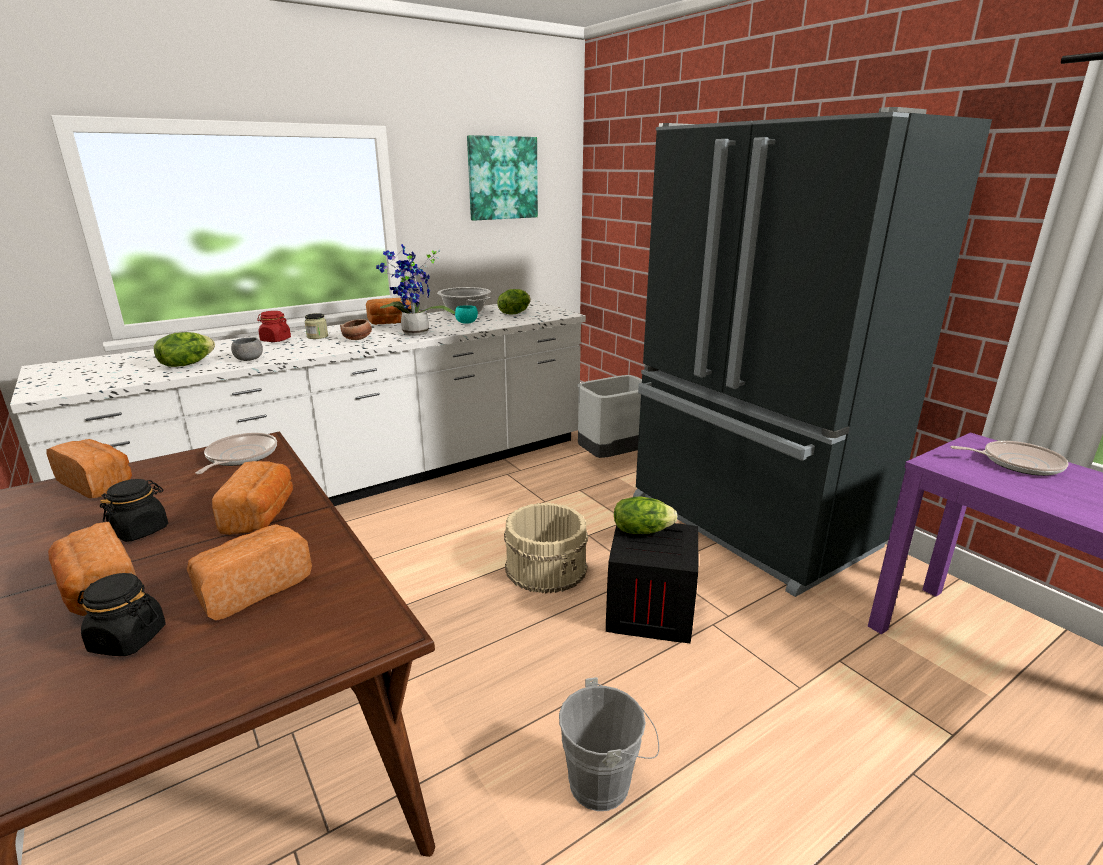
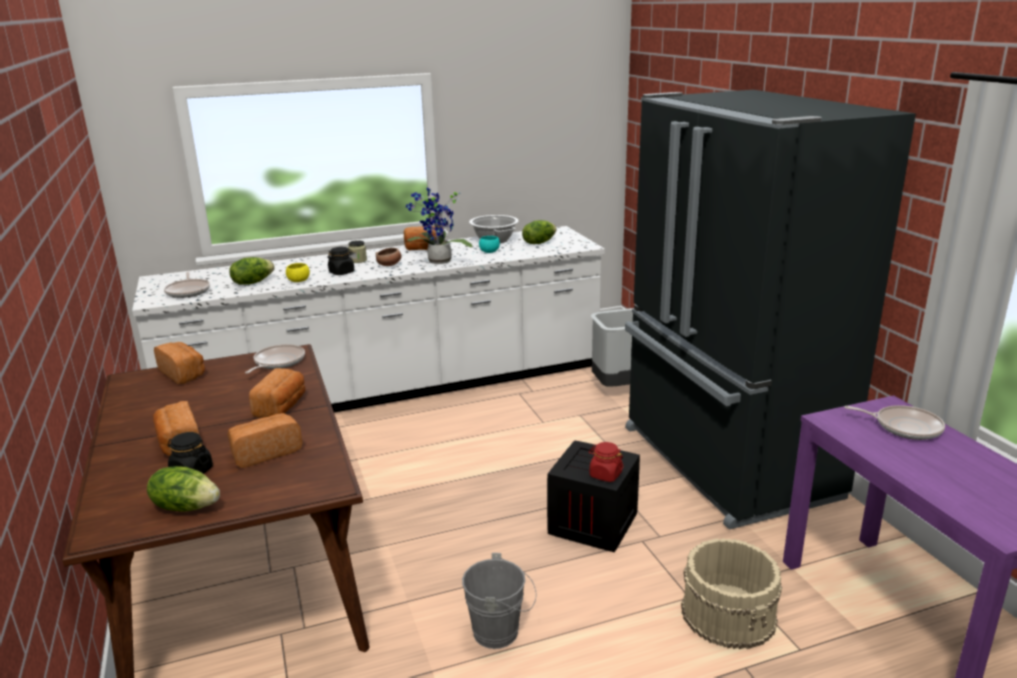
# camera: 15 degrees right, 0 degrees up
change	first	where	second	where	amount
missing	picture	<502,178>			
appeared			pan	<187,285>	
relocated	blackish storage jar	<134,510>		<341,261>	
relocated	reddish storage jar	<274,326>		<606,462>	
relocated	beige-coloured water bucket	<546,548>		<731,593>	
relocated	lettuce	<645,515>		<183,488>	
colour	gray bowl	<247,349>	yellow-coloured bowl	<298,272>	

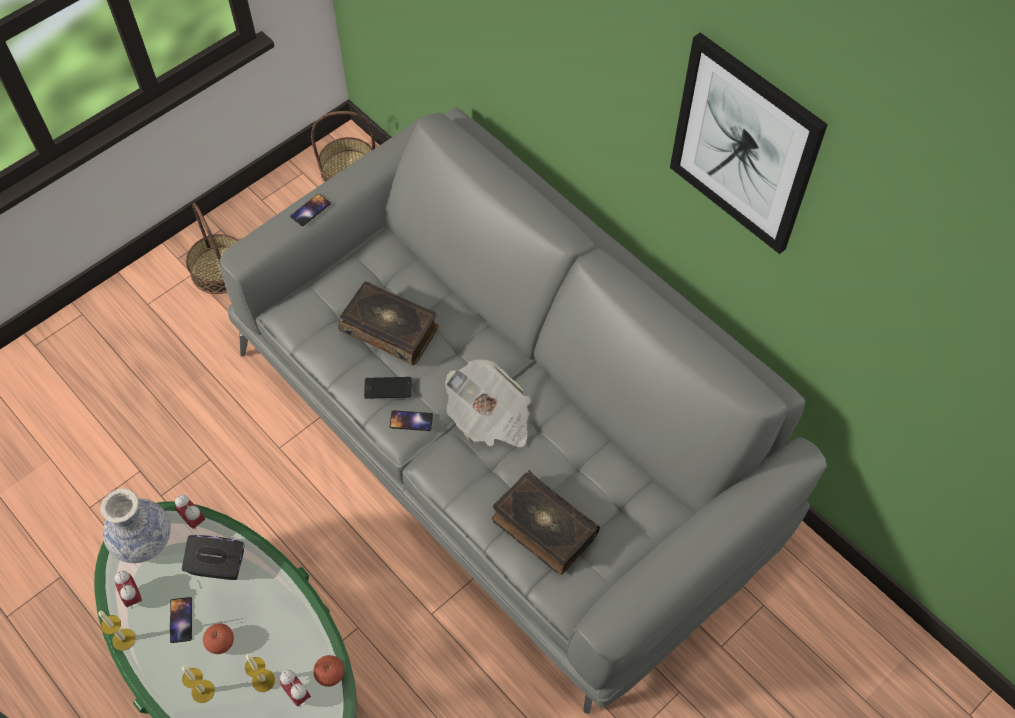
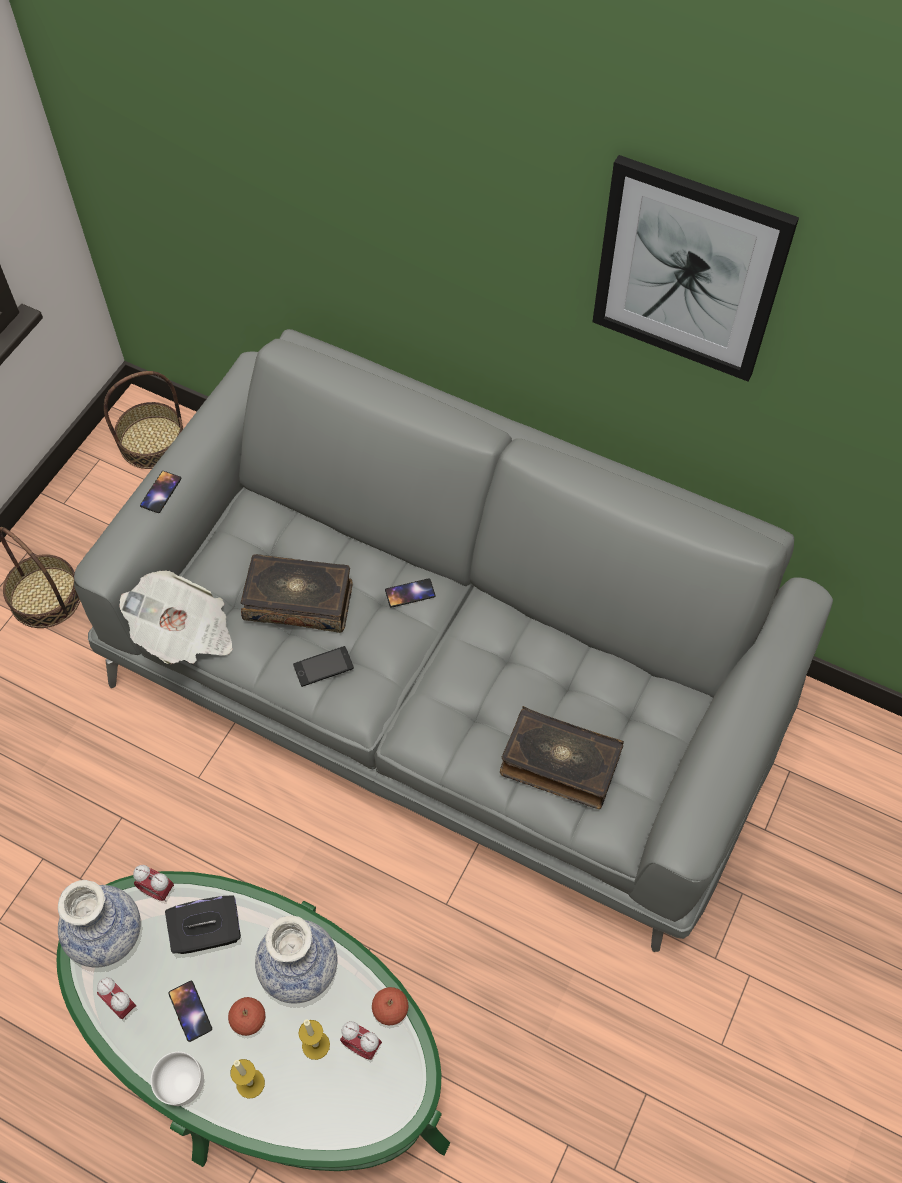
# camera: 20 degrees left, 0 degrees up
change	first	where	second	where	amount
missing	wax candle	<116,631>			
appeared			white bowl	<177,1079>	
appeared			flower vase	<296,959>	
relocated	telephone	<411,420>		<410,593>	
relocated	printed paper	<488,403>		<176,617>	

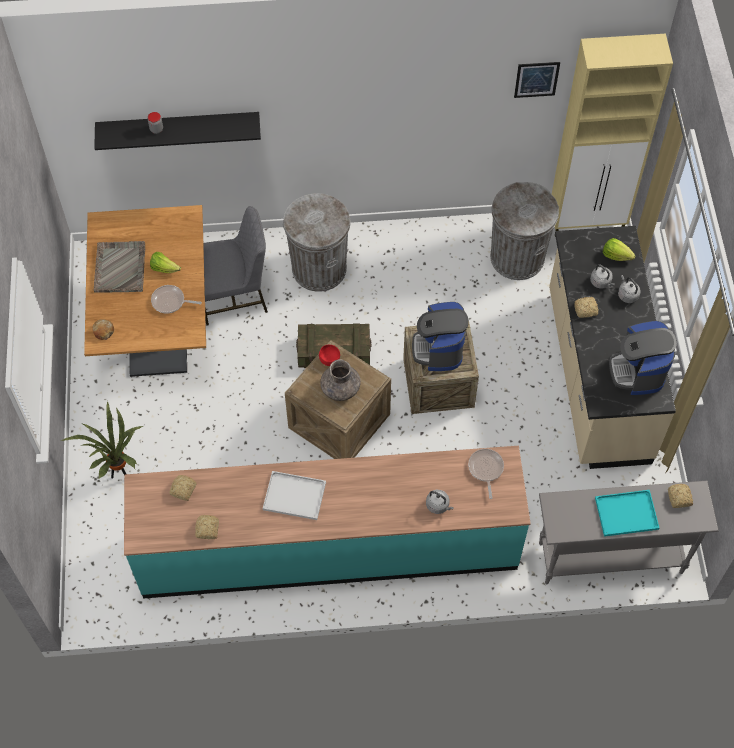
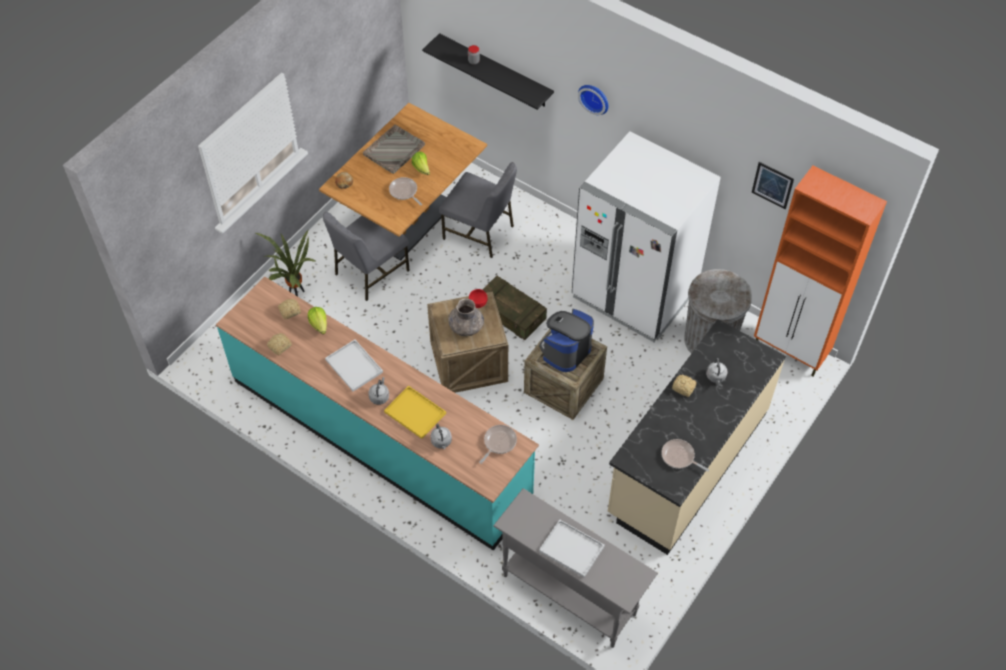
# camera: 40 degrees right, 5 degrees down
change	first	where	second	where	amount
missing	gray waste bin	<316,242>			
missing	bakery bread	<680,496>			
appeared			gray upright chair	<366,256>	
appeared			yellow-coloured serving tray	<415,412>	
appeared			white kitchen fridge	<646,236>	
appeared			wall clock	<593,100>	
relocated	lettuce	<619,249>		<317,320>	
relocated	gray kettle	<629,289>		<378,391>	
exchanged	coffee machine	<643,358>	pan	<685,455>	
colour	beige-coloured storage cabinet	<612,132>	orange-coloured storage cabinet	<820,271>	
colour	turquoise-coloured serving tray	<627,513>	white serving tray	<572,548>	

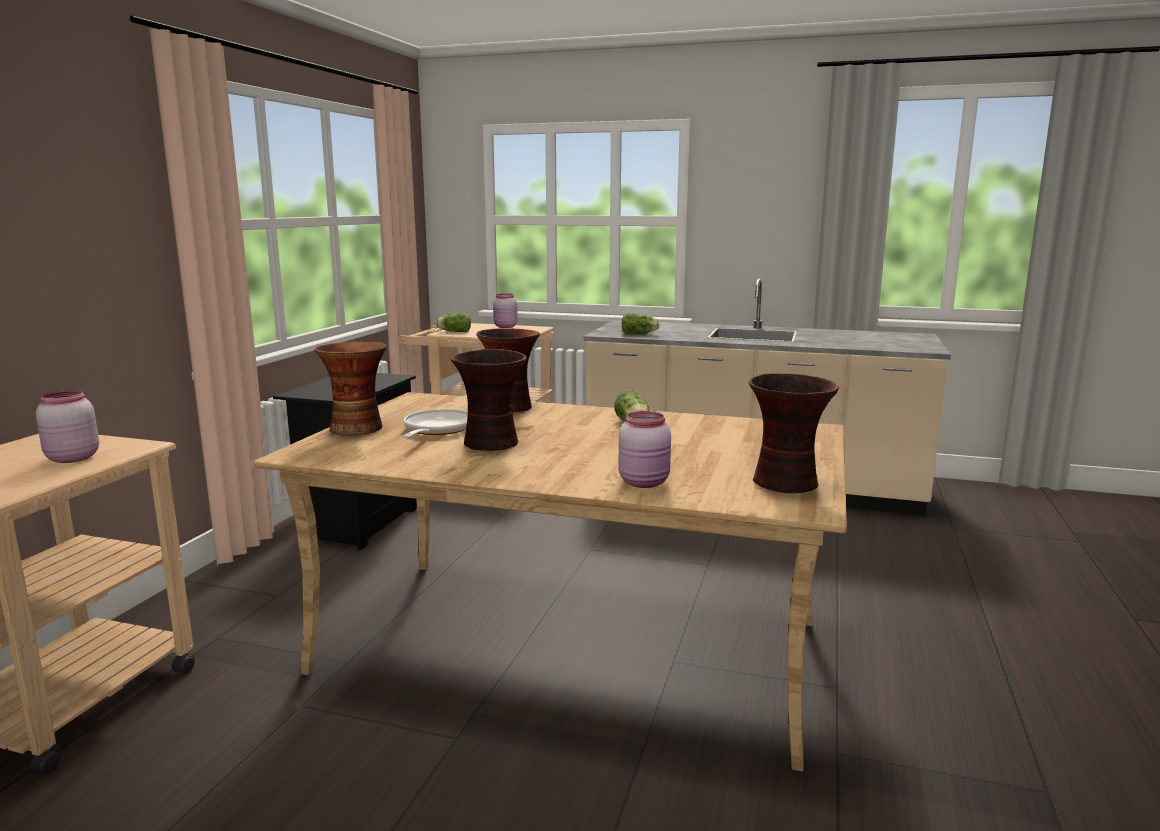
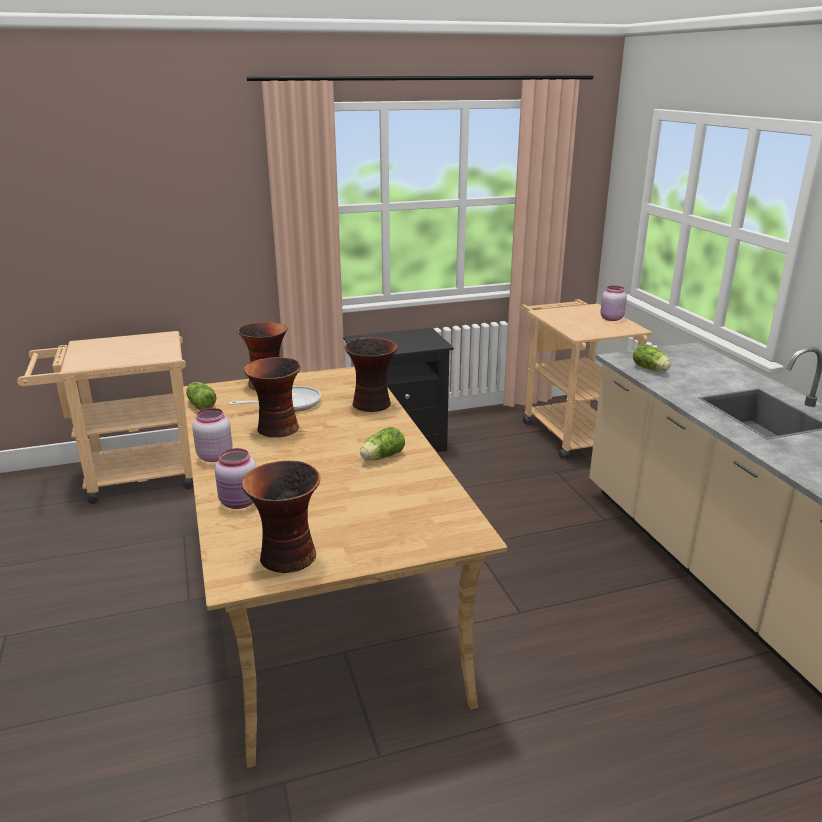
# camera: 55 degrees right, 10 degrees up
change	first	where	second	where	amount
relocated	pink storage jar	<67,426>		<212,435>	
relocated	lettuce	<453,322>		<201,396>	

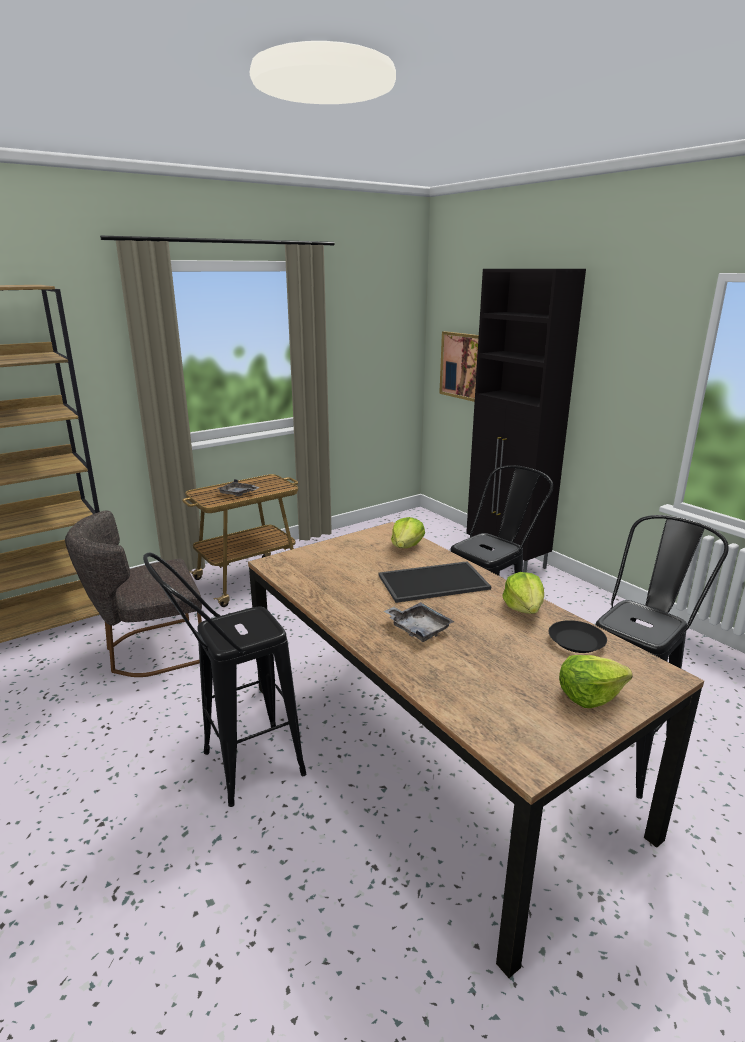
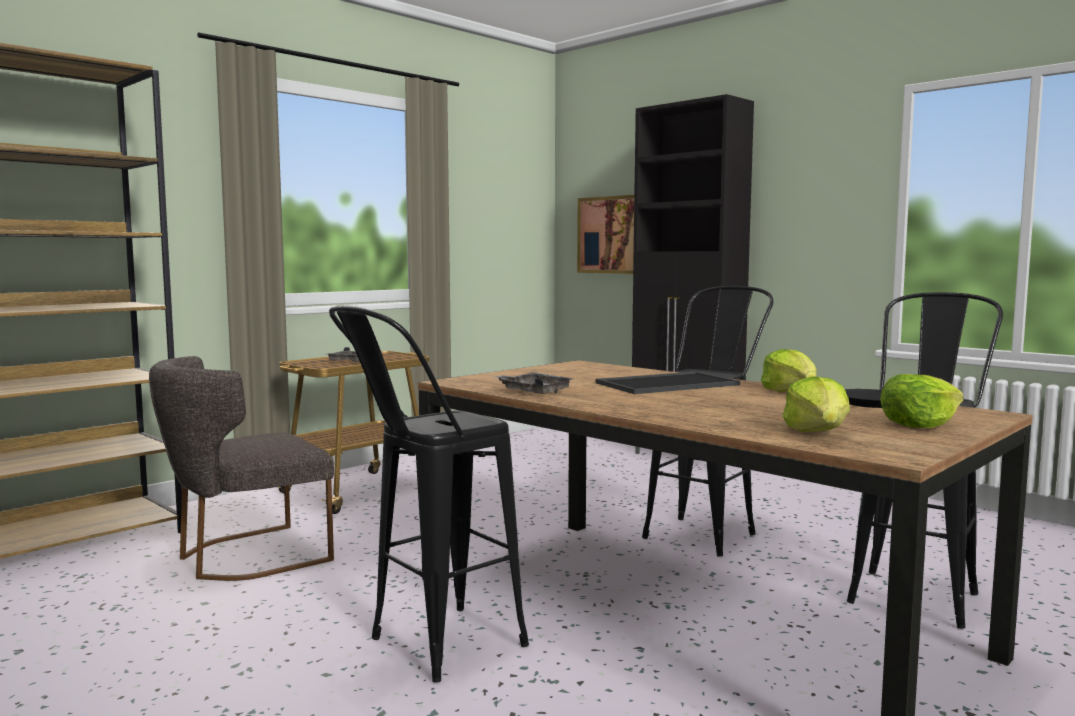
# camera: 10 degrees left, 15 degrees down
change	first	where	second	where	amount
relocated	gray serving tray	<419,622>		<534,383>	
relocated	lettuce	<408,532>		<816,404>	

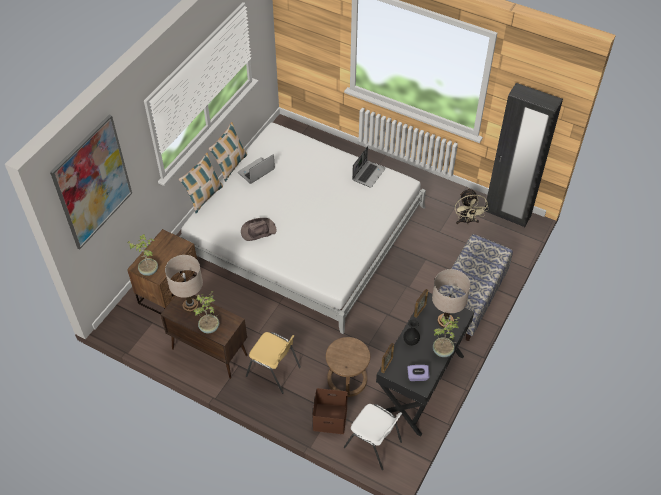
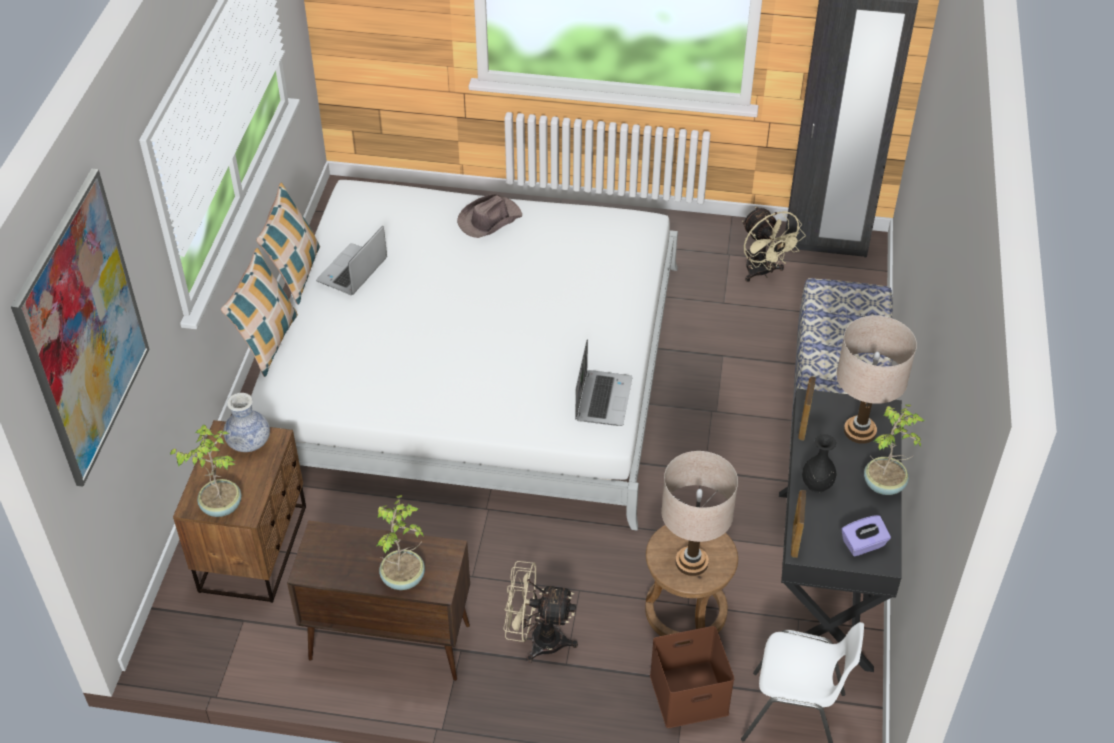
# camera: 20 degrees left, 5 degrees down
change	first	where	second	where	amount
appeared			flower vase	<246,422>	
relocated	beige-coloured lamp for a table	<184,284>		<699,513>	
relocated	brown-coloured wearable hat	<258,229>		<489,216>	
relocated	notebook computer	<368,167>		<603,382>	
exchanged	yellow-coloured upright chair	<273,363>	beige-coloured electric fan	<540,612>	

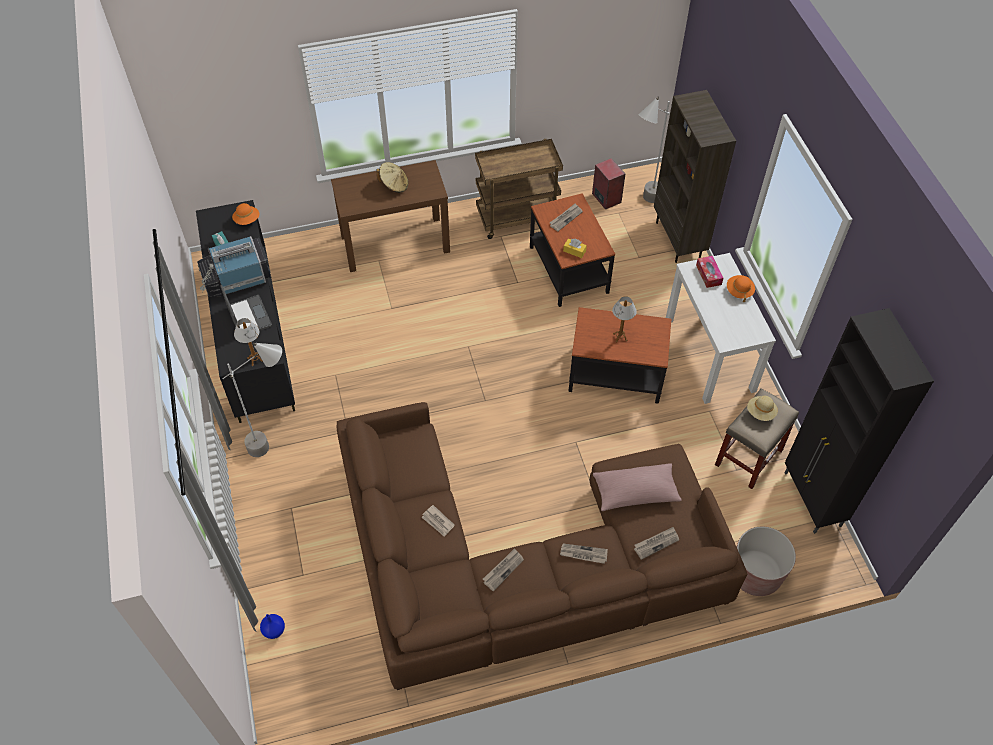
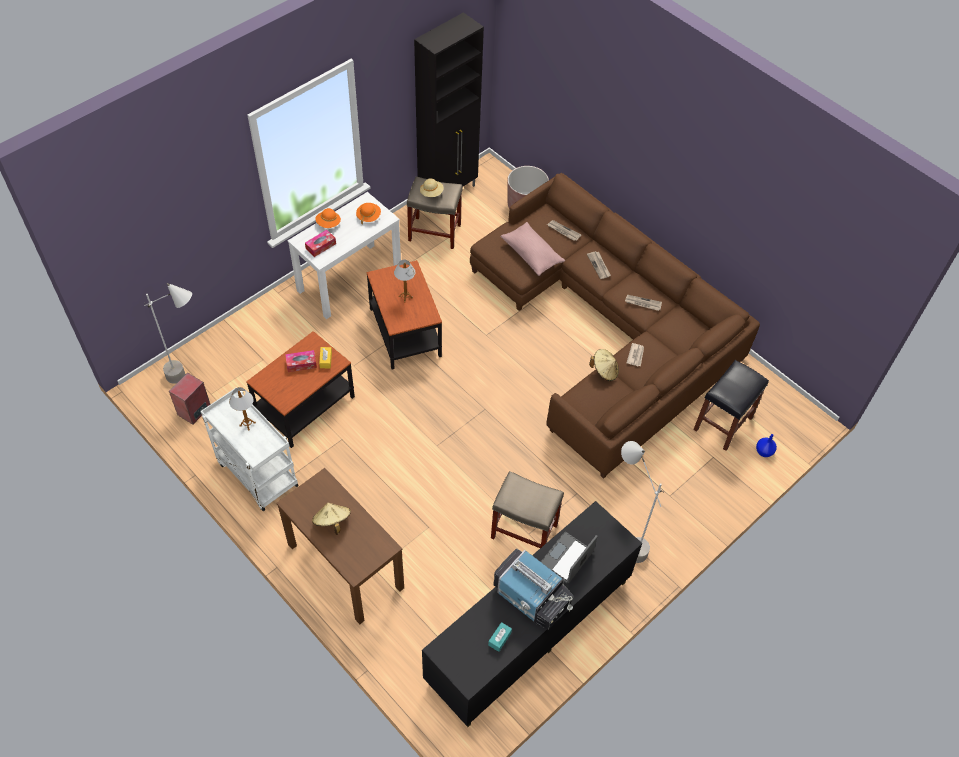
# camera: 120 degrees left, 0 degrees up
change	first	where	second	where	amount
missing	printed paper	<566,217>			
missing	brown-coloured bookcase	<695,176>			
appeared			tissue holder	<301,361>	
appeared			beige-coloured stool seat	<527,509>	
appeared			beige-coloured wearable hat	<604,365>	
appeared			blackish stool seat	<731,405>	
relocated	orange-coloured wearable hat	<245,214>		<368,214>	
relocated	lamp for a table	<248,342>		<242,409>	
colour	brown-coloured cart	<519,189>	white cart	<250,449>	

